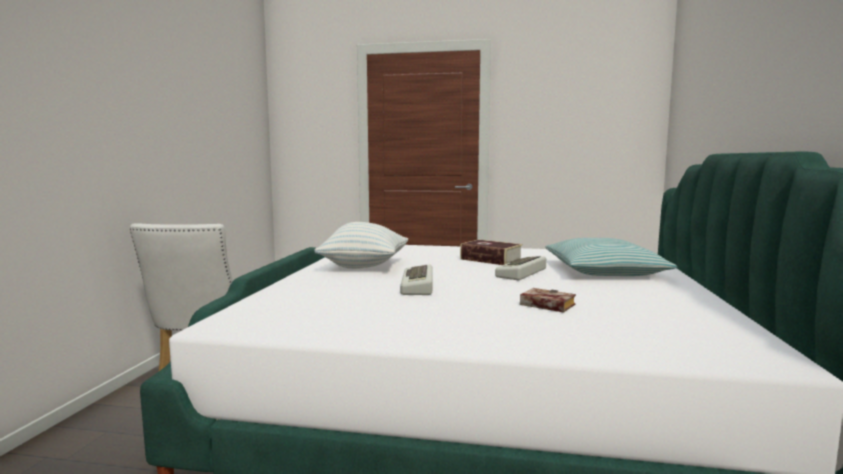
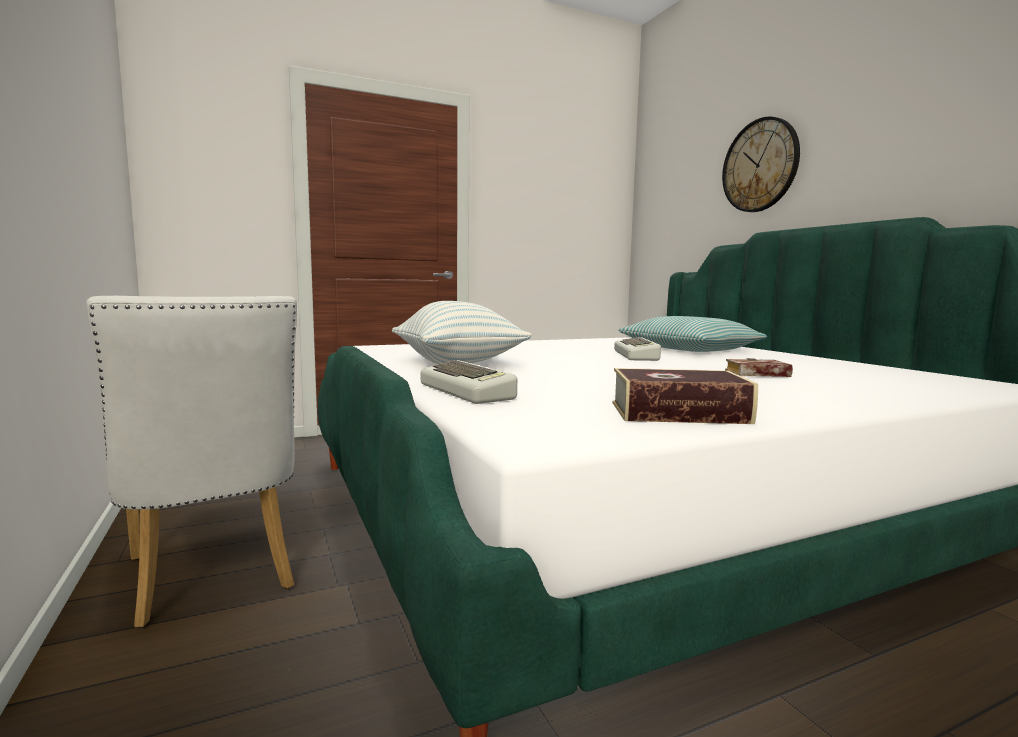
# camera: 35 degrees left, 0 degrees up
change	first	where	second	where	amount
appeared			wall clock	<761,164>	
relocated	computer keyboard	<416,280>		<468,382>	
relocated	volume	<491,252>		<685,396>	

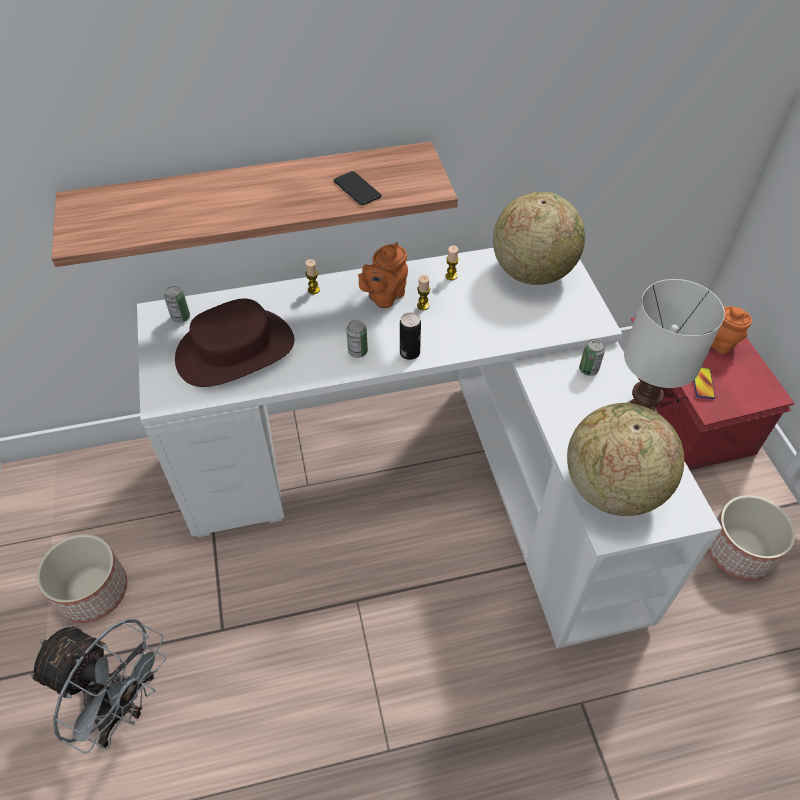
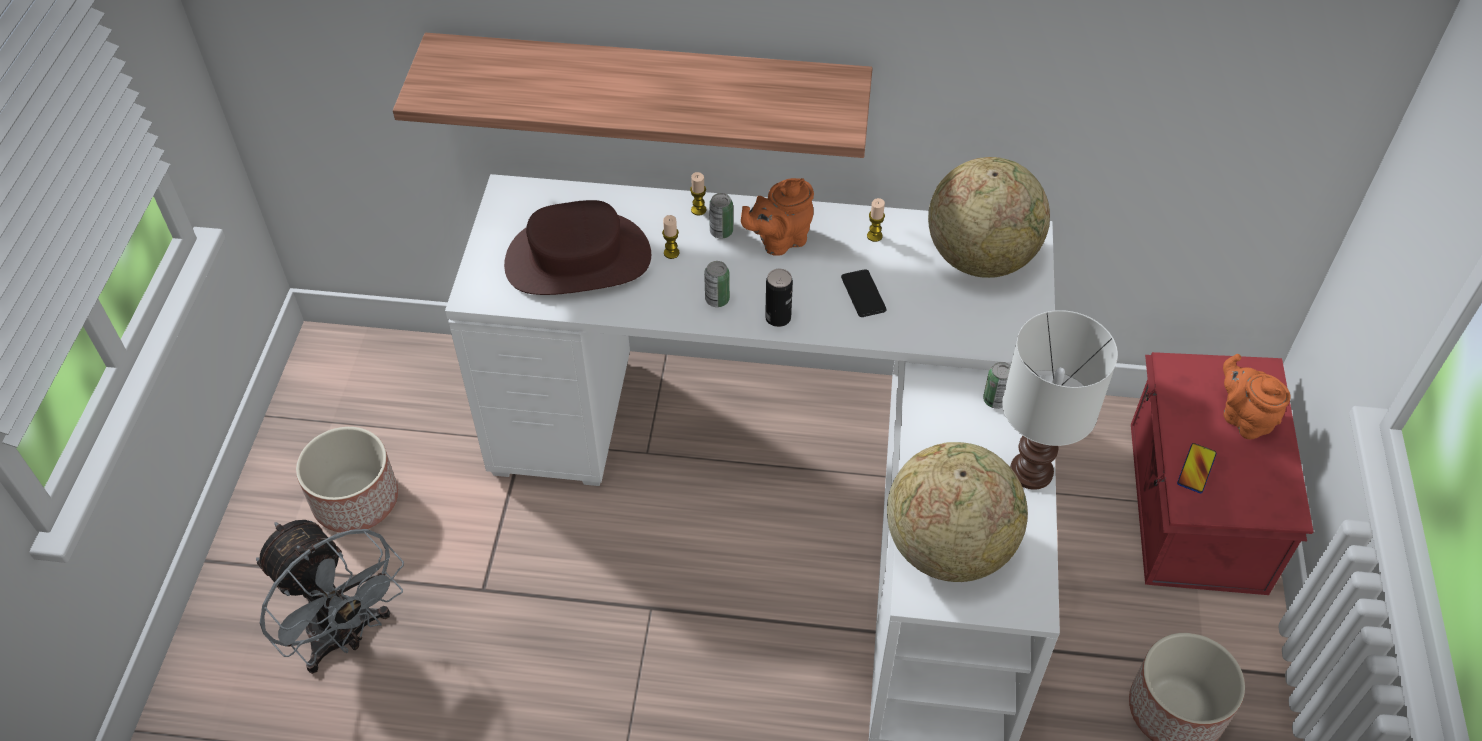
# camera: 20 degrees right, 0 degrees up
change	first	where	second	where	amount
relocated	metal can	<177,304>		<721,215>	
relocated	telephone	<358,188>		<864,293>	
relocated	wax candle	<423,292>		<671,237>	

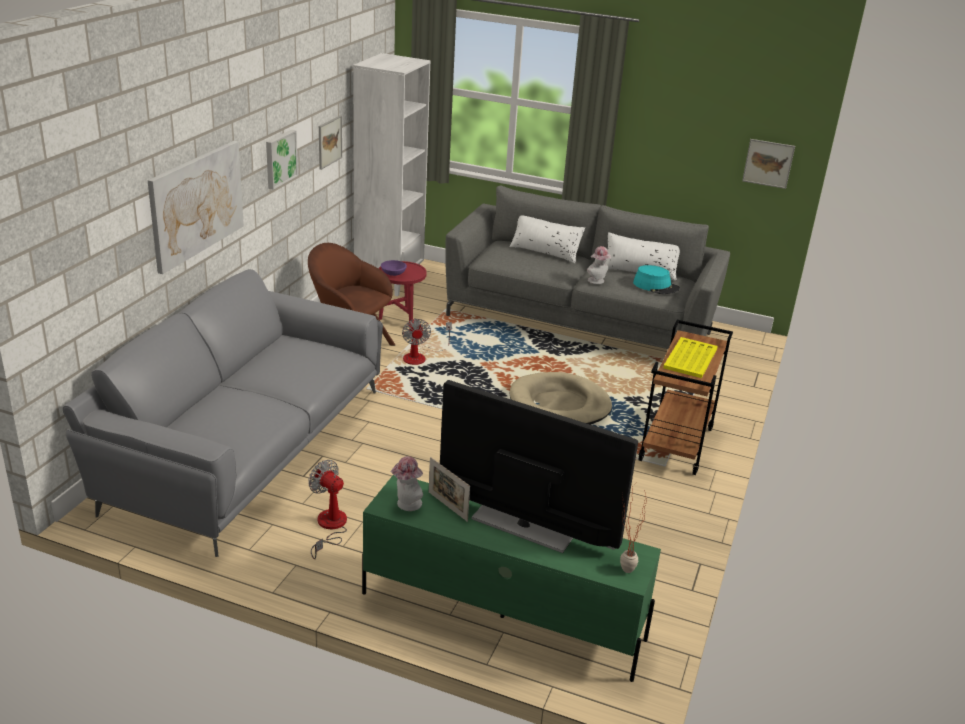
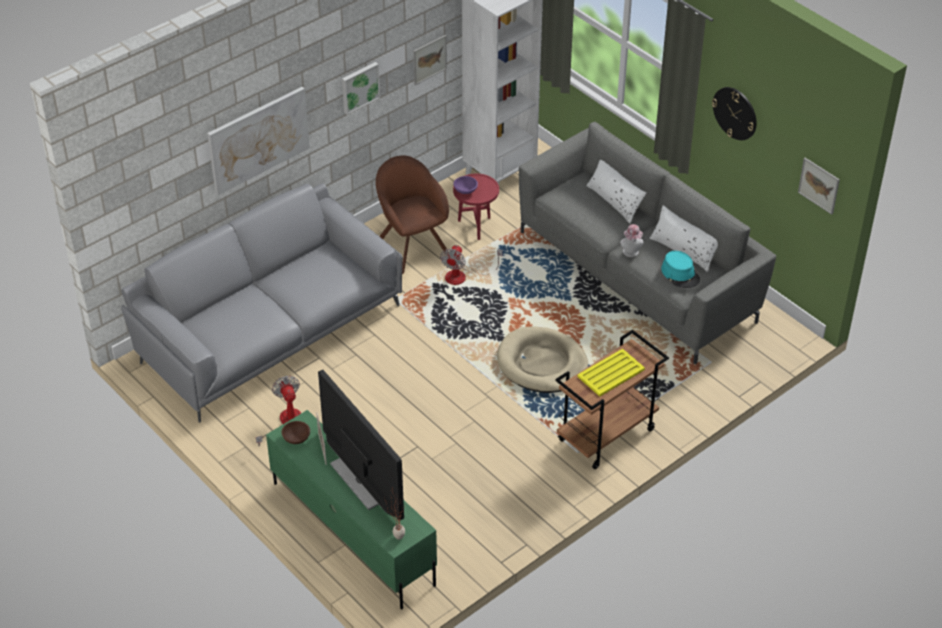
# camera: 30 degrees right, 15 degrees up
change	first	where	second	where	amount
appeared			wall clock	<734,113>	
exchanged	wearable hat	<406,483>	brown-coloured bowl	<296,432>	

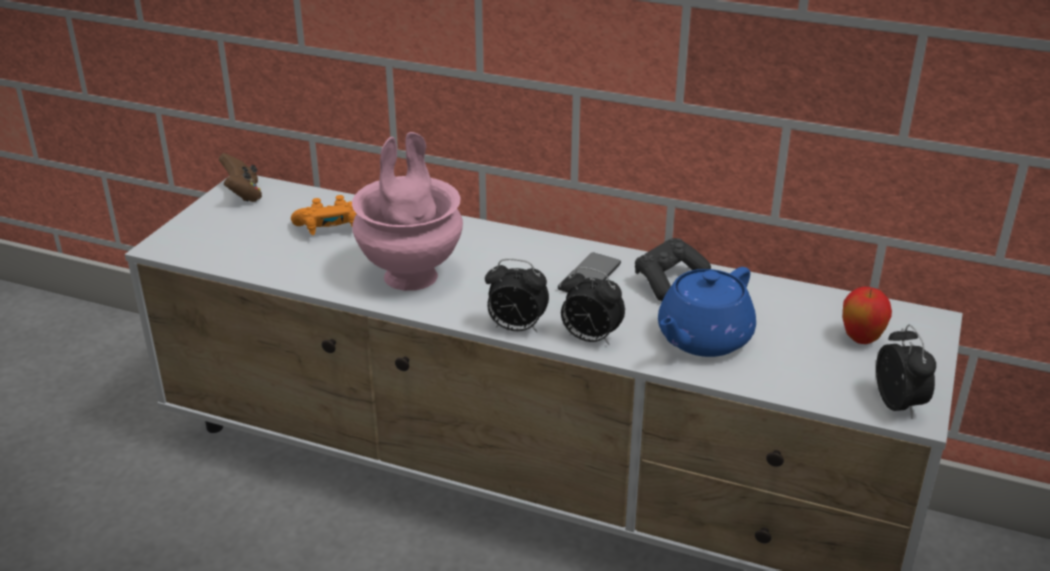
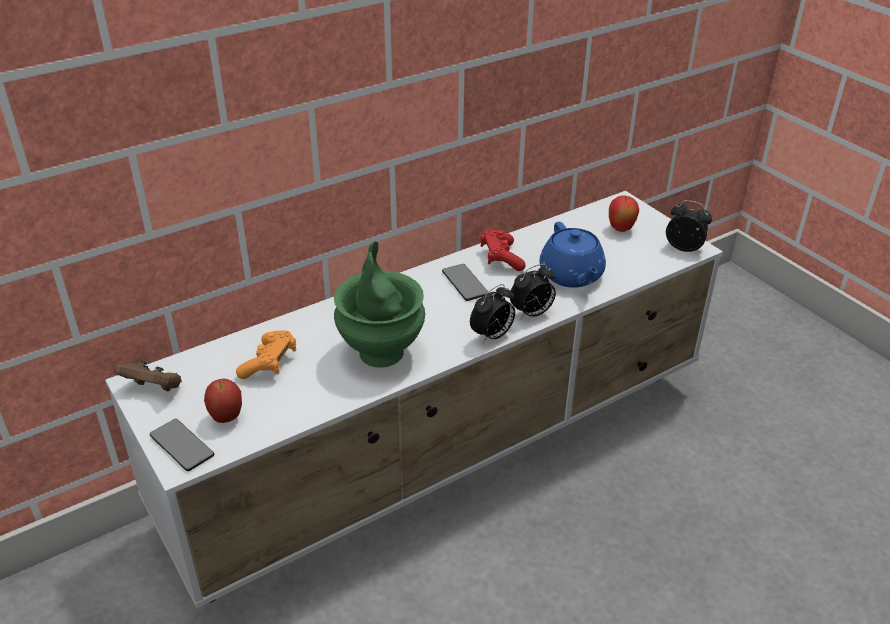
# camera: 55 degrees left, 5 degrees up
change	first	where	second	where	amount
appeared			telephone	<182,445>	
appeared			apple fruit	<223,401>	
colour	pink flower vase	<407,211>	green-coloured flower vase	<379,304>	
colour	blackish gamepad	<673,269>	reddish gamepad	<503,250>	

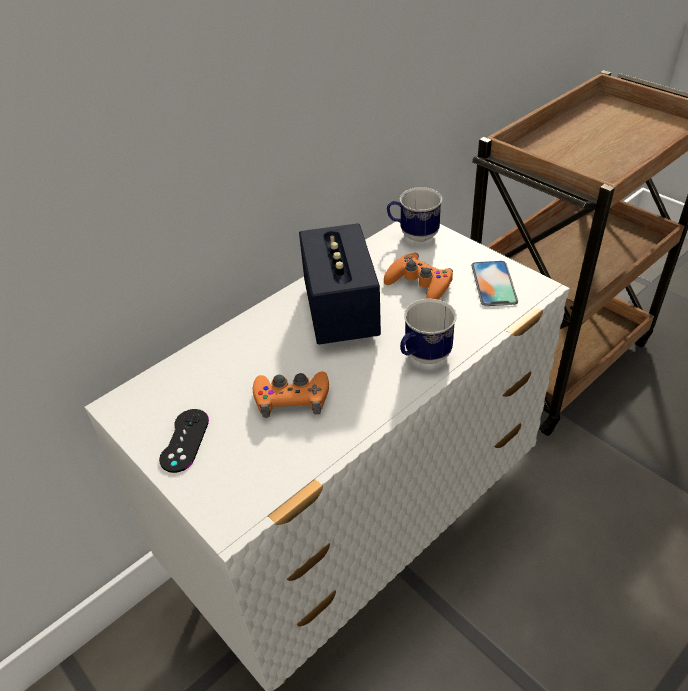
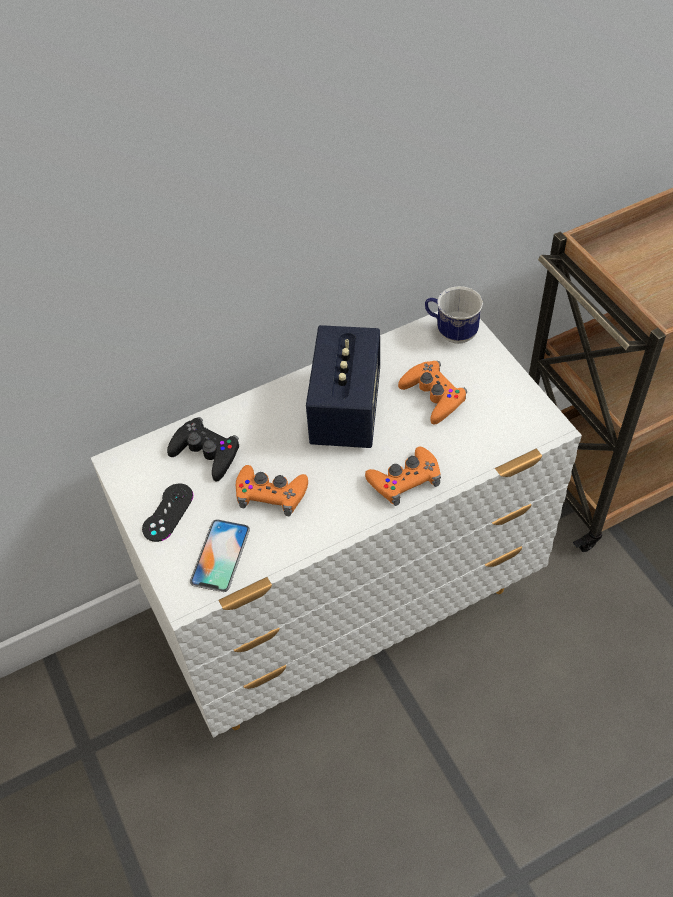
# camera: 15 degrees right, 10 degrees up
change	first	where	second	where	amount
appeared			blackish gamepad	<203,449>	
relocated	telephone	<494,283>		<220,555>	
exchanged	coffee mug	<428,331>	orange-coloured gamepad	<403,476>	

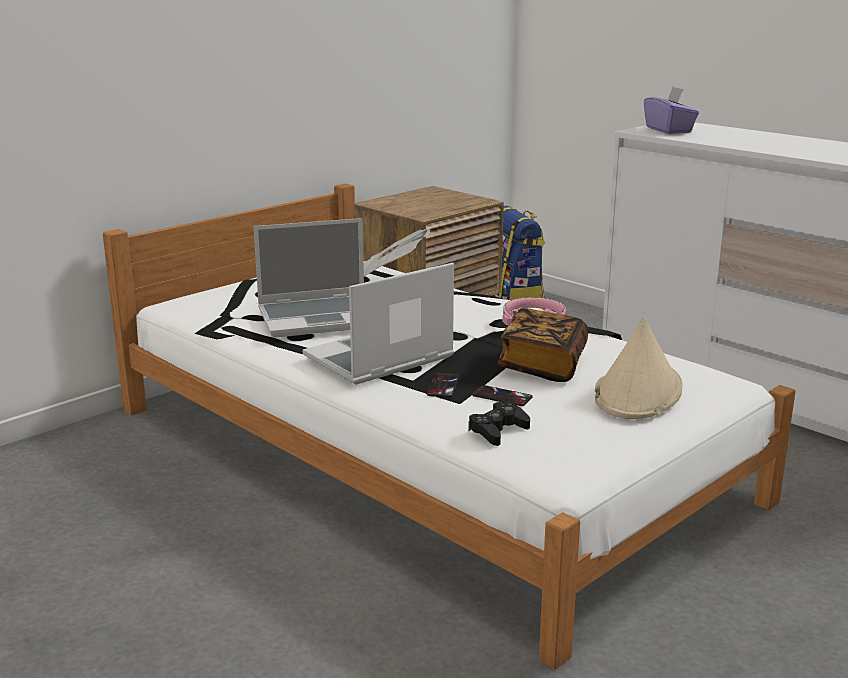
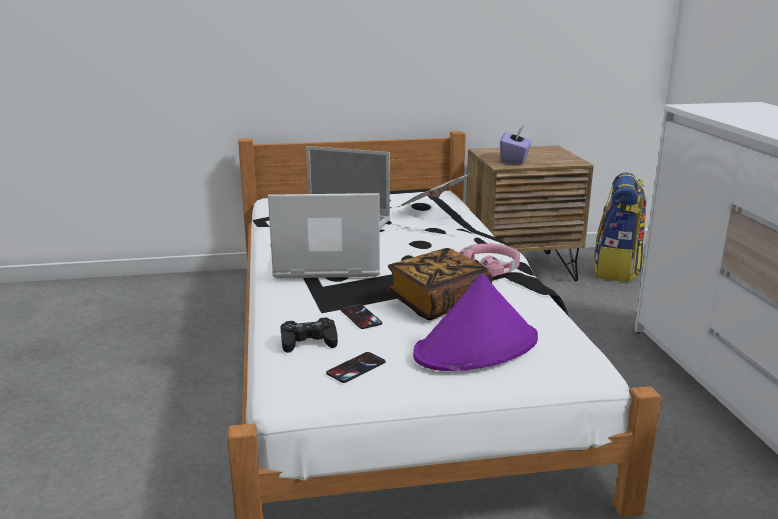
# camera: 35 degrees right, 0 degrees up
change	first	where	second	where	amount
relocated	telephone	<443,385>		<356,367>	
relocated	purple-coloured tissue holder	<671,110>		<516,145>	
colour	beige-coloured wearable hat	<638,368>	purple-coloured wearable hat	<475,322>	

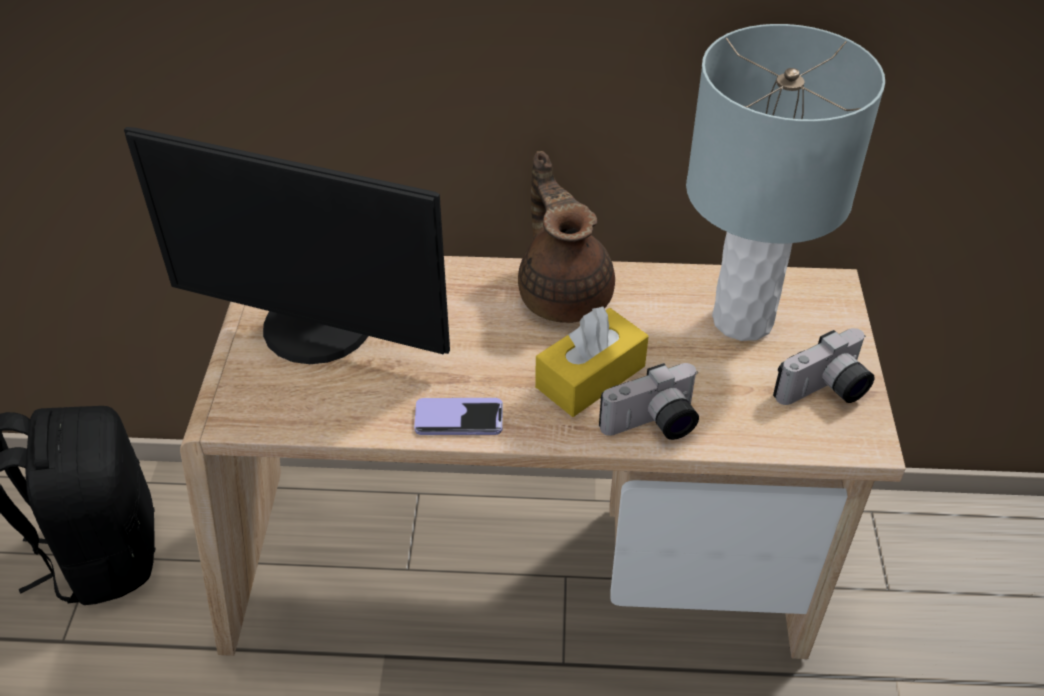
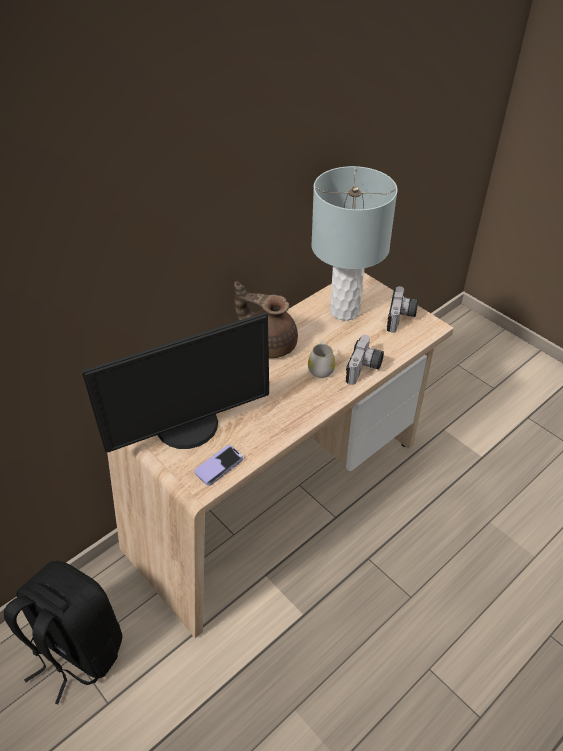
# camera: 45 degrees left, 0 degrees up
change	first	where	second	where	amount
relocated	telephone	<458,416>		<219,465>	
exchanged	yellow-coloured tissue holder	<592,362>	white coffee mug	<321,359>	

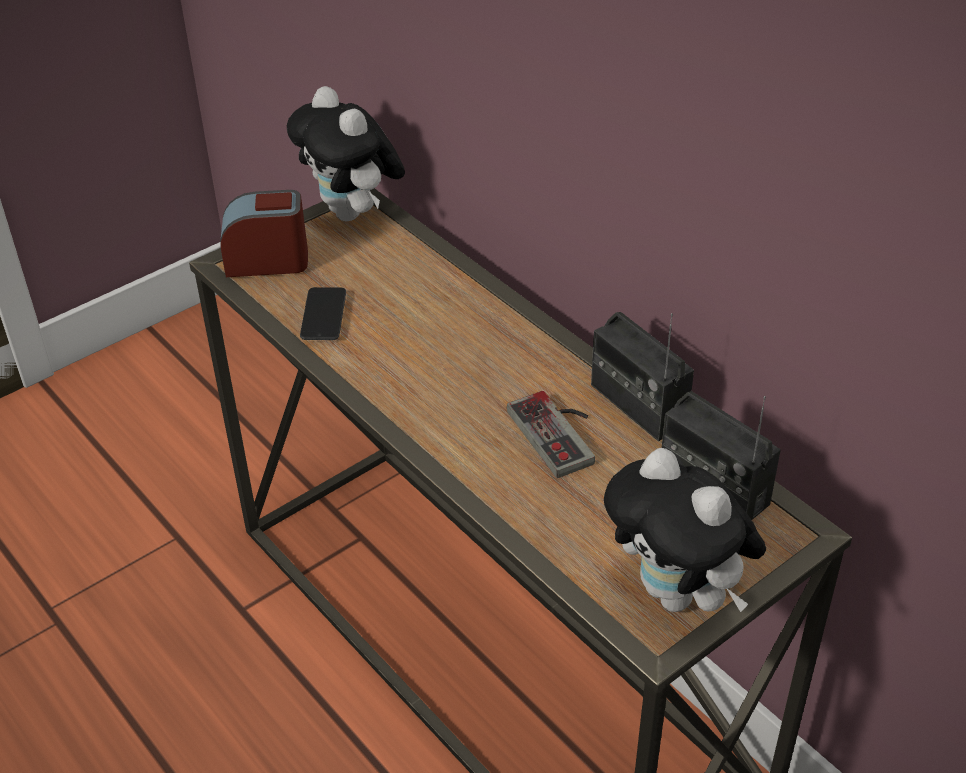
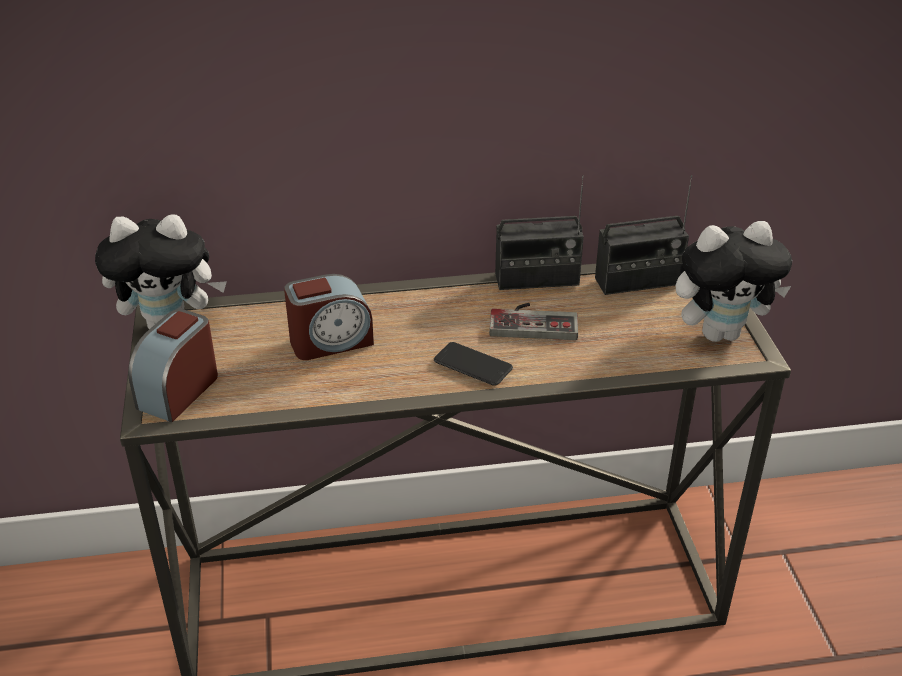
# camera: 60 degrees left, 5 degrees down
change	first	where	second	where	amount
appeared			bedside clock	<329,317>	
relocated	telephone	<323,313>		<473,364>	

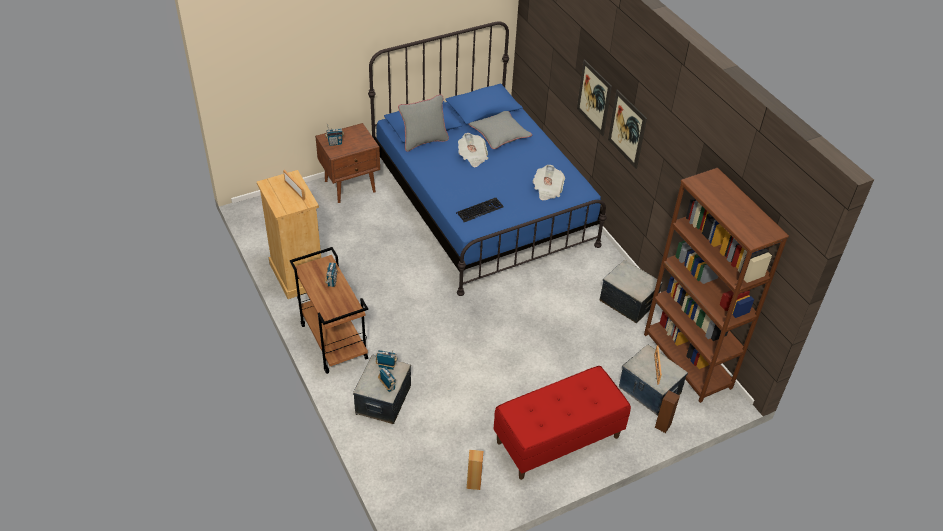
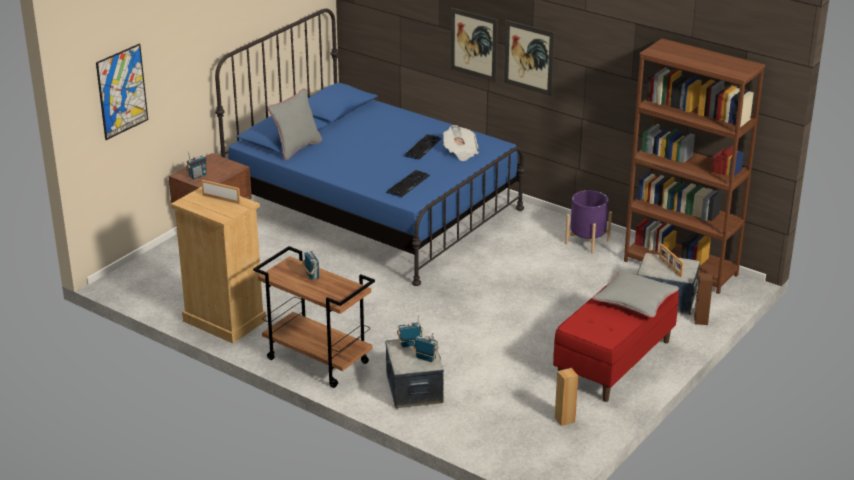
# camera: 25 degrees left, 15 degrees down
change	first	where	second	where	amount
missing	printed paper	<473,150>			
appeared			picture	<122,92>	
appeared			computer keyboard	<423,147>	
relocated	gray cushion	<500,130>		<636,293>	
exchanged	storage container	<631,292>	purple-coloured flower pot	<588,222>	

